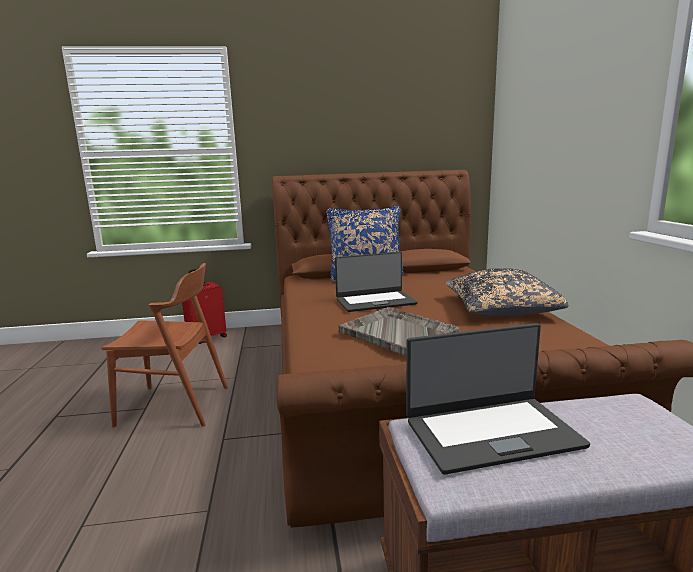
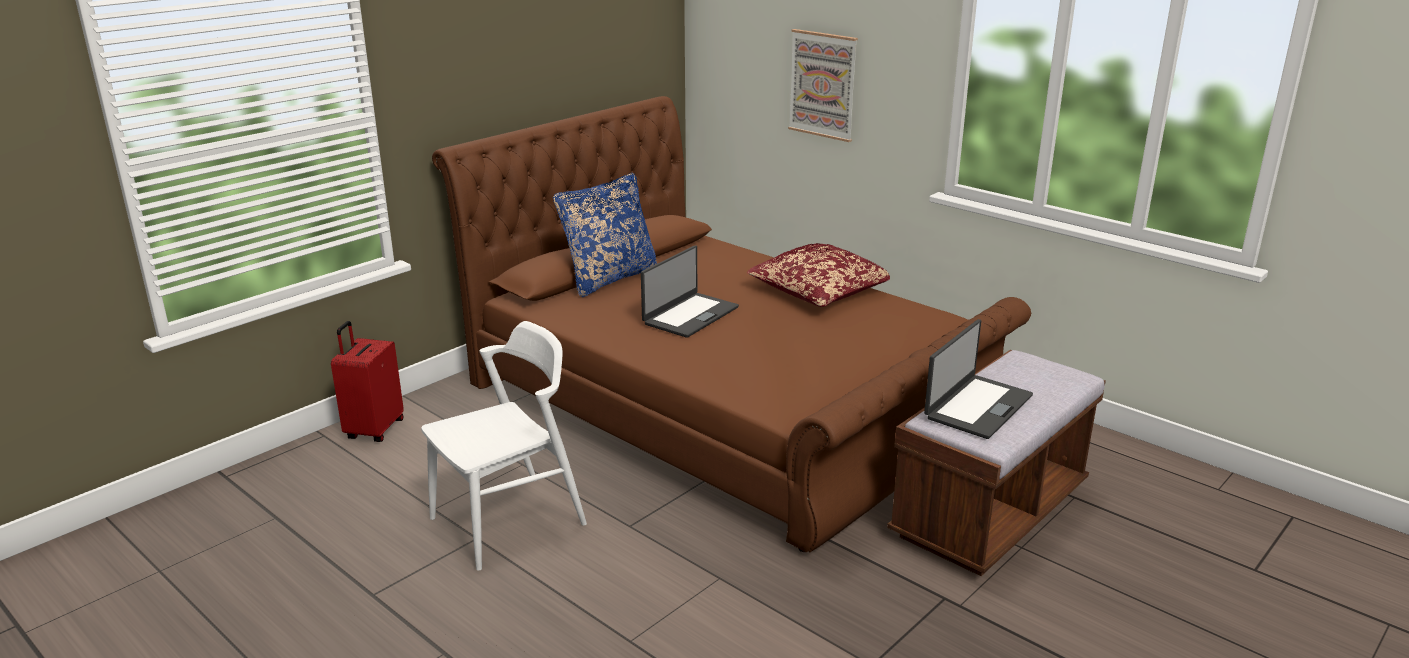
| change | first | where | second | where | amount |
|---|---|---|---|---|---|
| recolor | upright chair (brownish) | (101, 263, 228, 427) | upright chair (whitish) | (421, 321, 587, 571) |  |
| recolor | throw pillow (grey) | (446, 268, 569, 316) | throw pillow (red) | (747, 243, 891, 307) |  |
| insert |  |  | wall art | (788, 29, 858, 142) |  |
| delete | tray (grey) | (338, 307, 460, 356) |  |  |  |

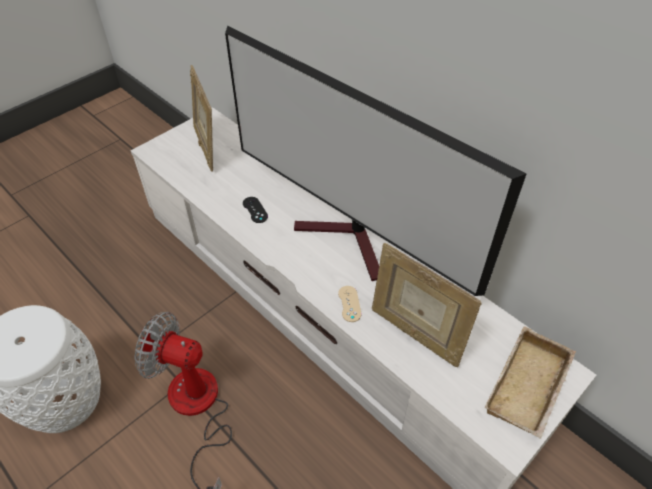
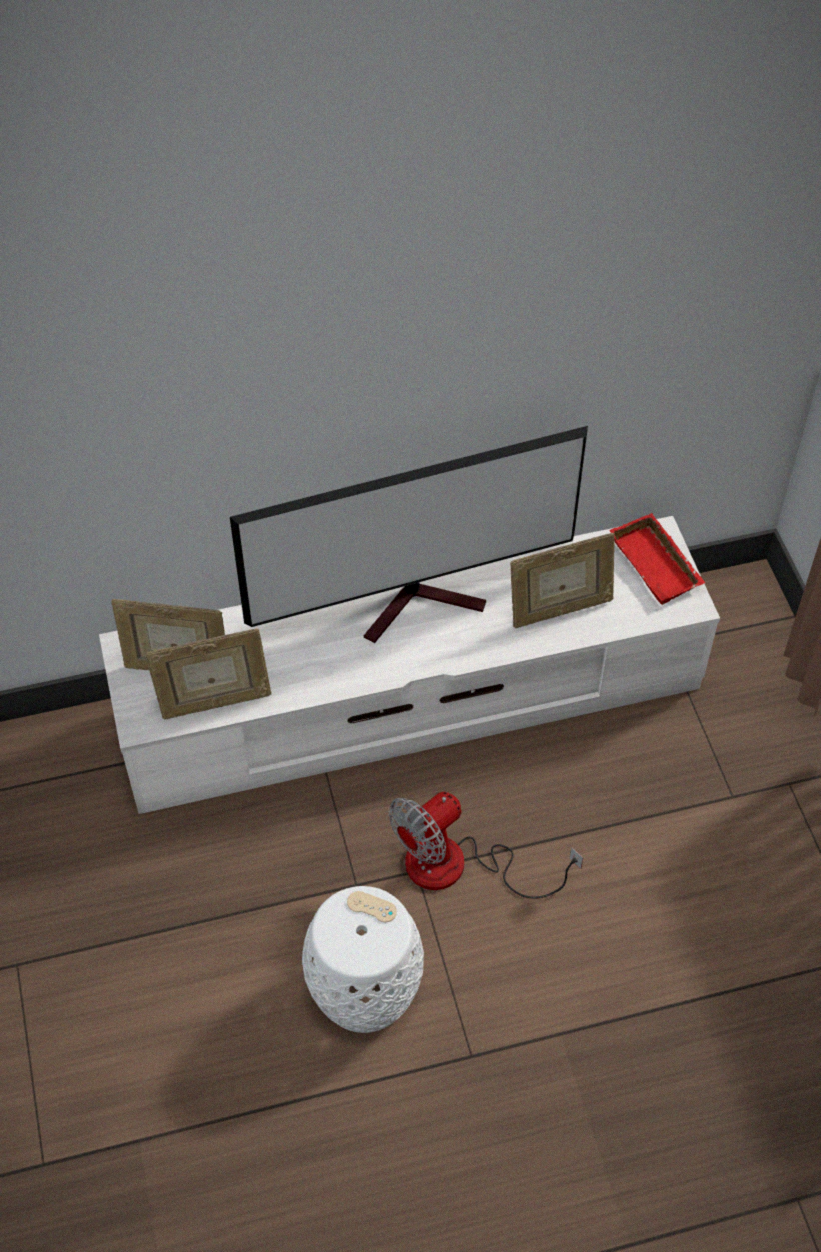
| change | first | where | second | where | amount |
|---|---|---|---|---|---|
| insert |  |  | photo frame | (145, 629, 272, 719) |  |
| move | game controller (beige) | (338, 286, 362, 322) |  | (347, 891, 397, 922) |  |
| recolor | tray (beige) | (485, 326, 576, 439) | tray (red) | (609, 513, 705, 605) |  |
| delete | game controller (black) | (243, 197, 268, 223) |  |  |  |

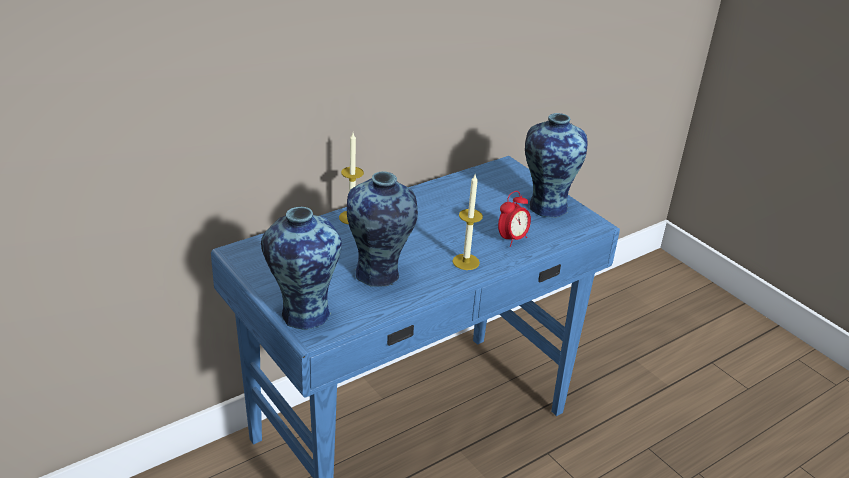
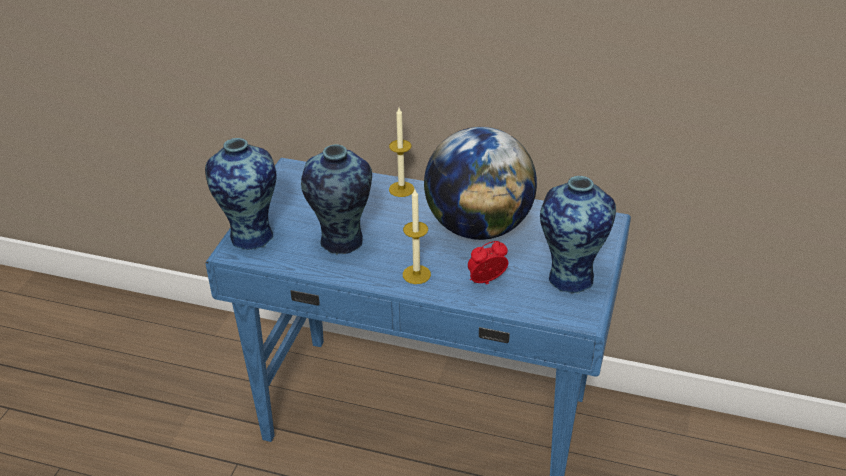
| change | first | where | second | where | amount |
|---|---|---|---|---|---|
| insert |  |  | globe | (424, 127, 537, 240) |  |
| rotate | table clock | (498, 191, 531, 247) |  | (468, 241, 508, 284) | 150 degrees clockwise |

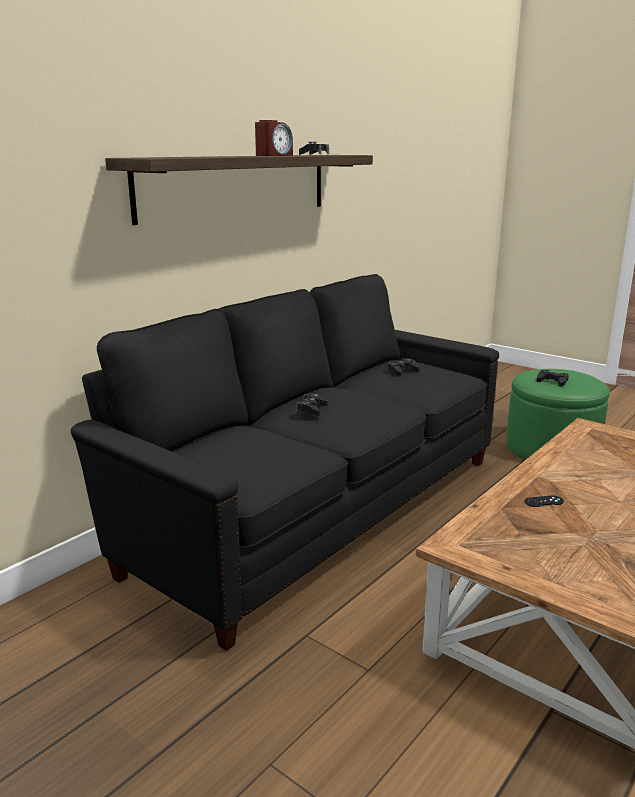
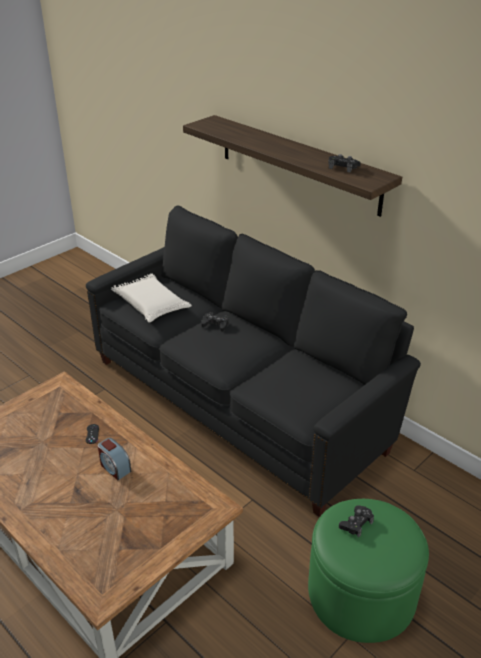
| change | first | where | second | where | amount |
|---|---|---|---|---|---|
| move | table clock | (255, 120, 293, 156) |  | (98, 438, 131, 480) |  |
| insert |  |  | throw pillow (whitish) | (111, 274, 192, 323) |  |
| delete | game controller (black) | (387, 358, 419, 376) |  |  |  |

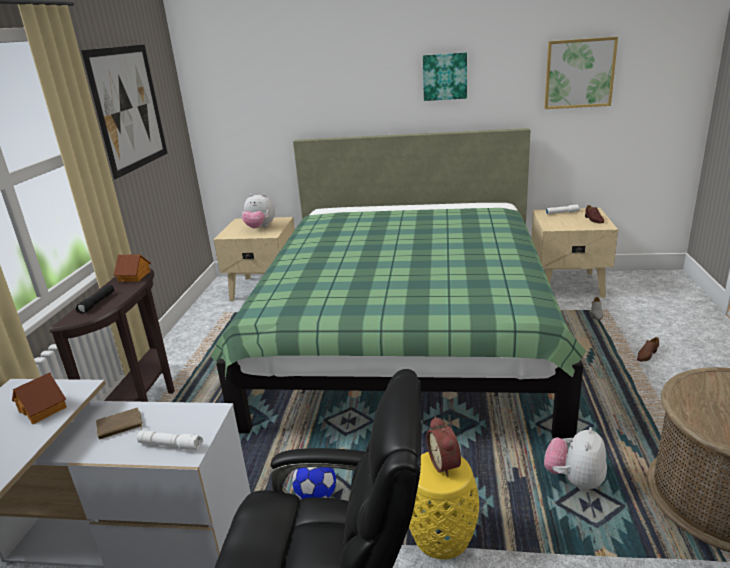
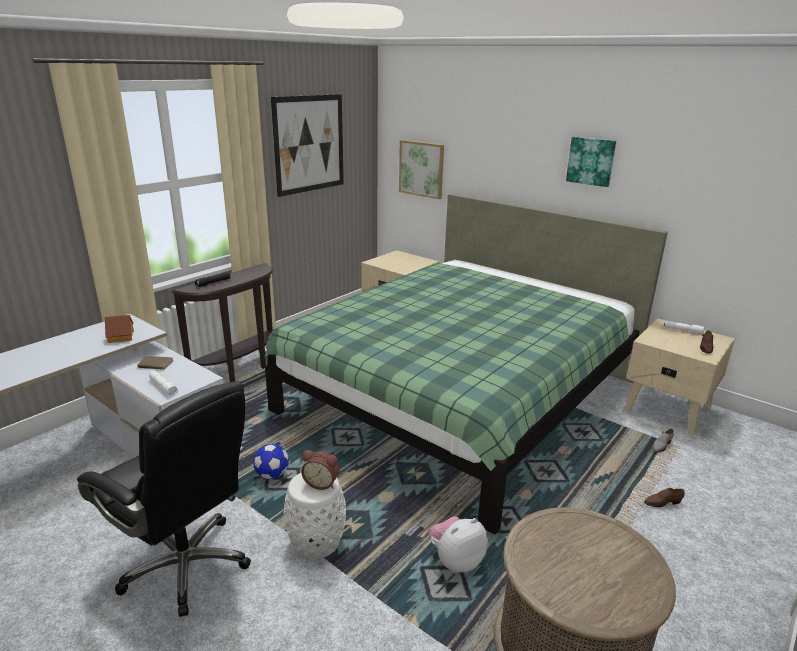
| change | first | where | second | where | amount |
|---|---|---|---|---|---|
| recolor | sitting stool (yellow) | (409, 452, 479, 559) | sitting stool (whitish) | (284, 473, 346, 559) |  |
| rotate | table clock | (426, 416, 461, 477) |  | (301, 450, 340, 490) | 90 degrees counterclockwise |
| move | wall art | (544, 37, 618, 109) |  | (399, 140, 444, 199) |  |
| delete | miniature house | (114, 254, 151, 282) |  |  |  |
| delete | soft toy | (242, 194, 275, 228) |  |  |  |

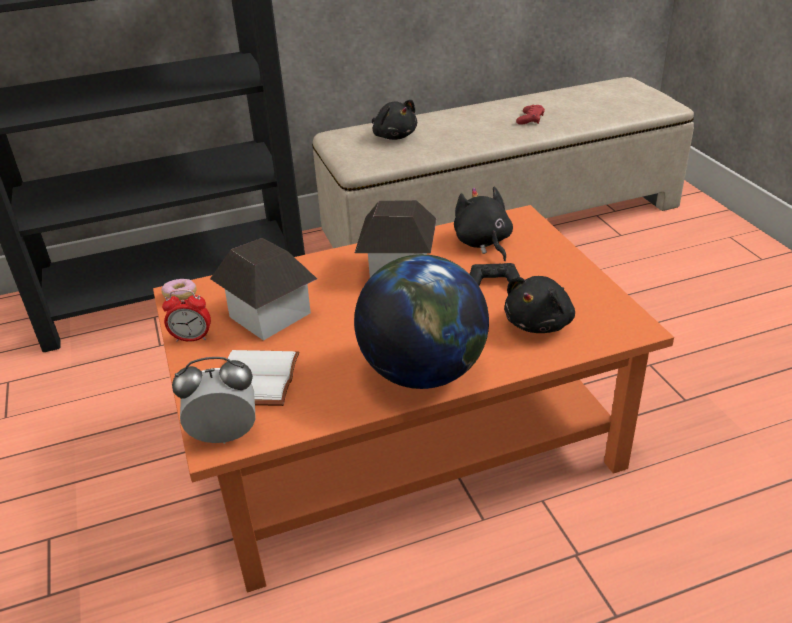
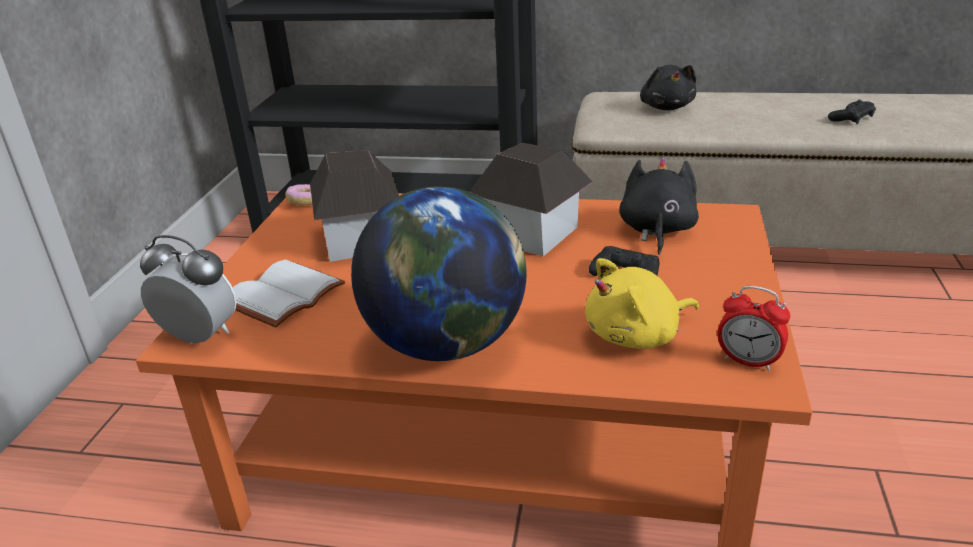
| change | first | where | second | where | amount |
|---|---|---|---|---|---|
| recolor | soft toy (black) | (504, 276, 575, 333) | soft toy (yellow) | (585, 258, 699, 349) |  |
| move | table clock | (162, 289, 211, 342) |  | (717, 286, 790, 371) |  |
| recolor | game controller (red) | (516, 105, 545, 125) | game controller (black) | (828, 100, 876, 124) |  |

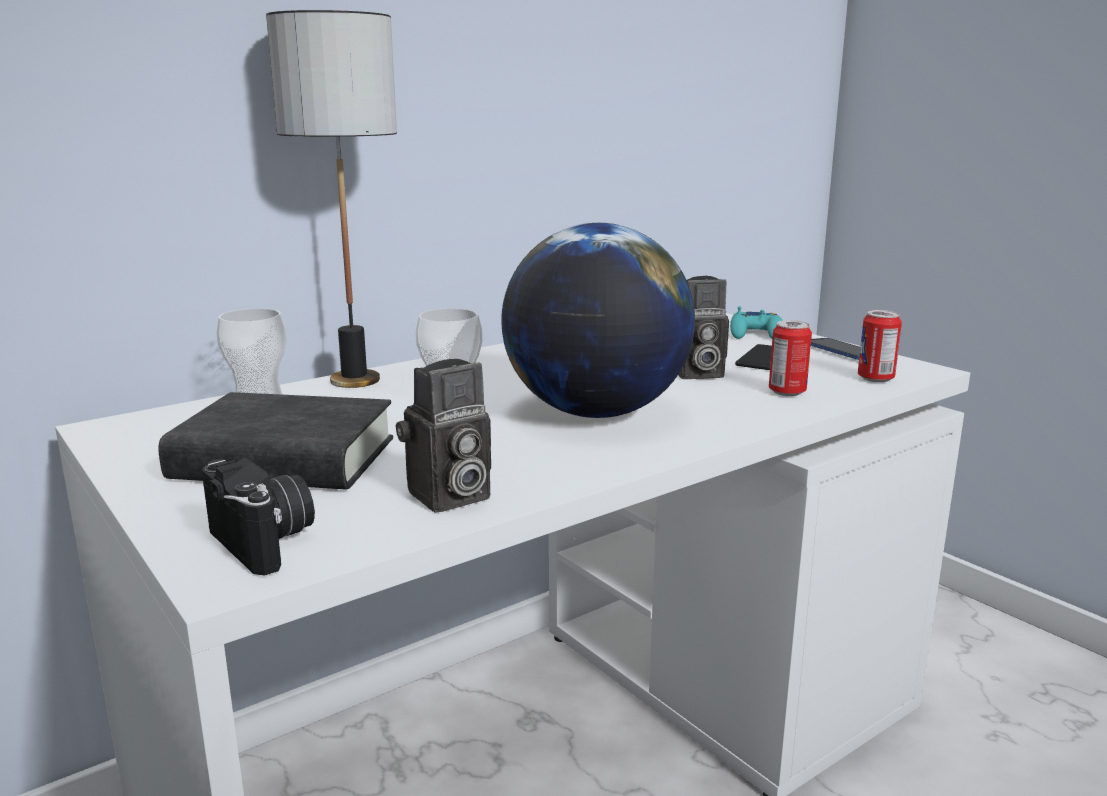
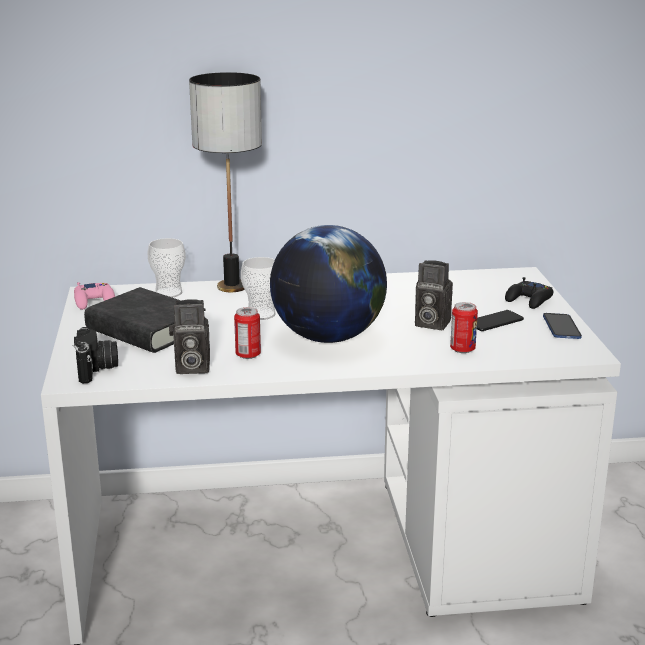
| change | first | where | second | where | amount |
|---|---|---|---|---|---|
| insert |  |  | game controller (pinkish) | (74, 282, 115, 310) |  |
| move | metal can | (858, 310, 902, 382) |  | (234, 307, 261, 359) |  |
| recolor | game controller (turquoise) | (730, 307, 783, 339) | game controller (black) | (505, 277, 553, 309) |  |

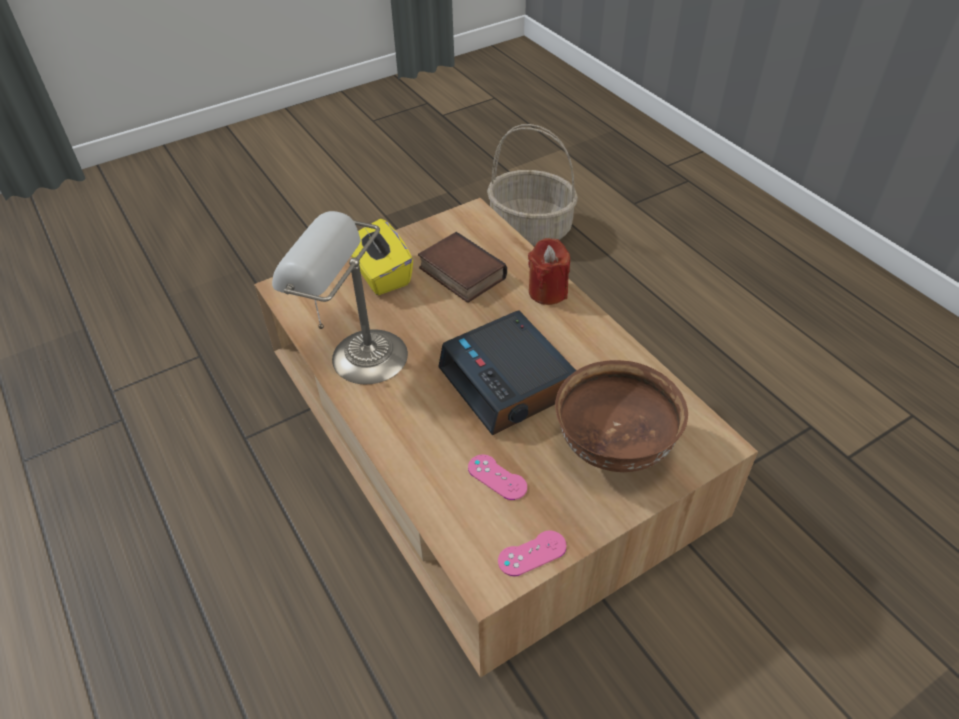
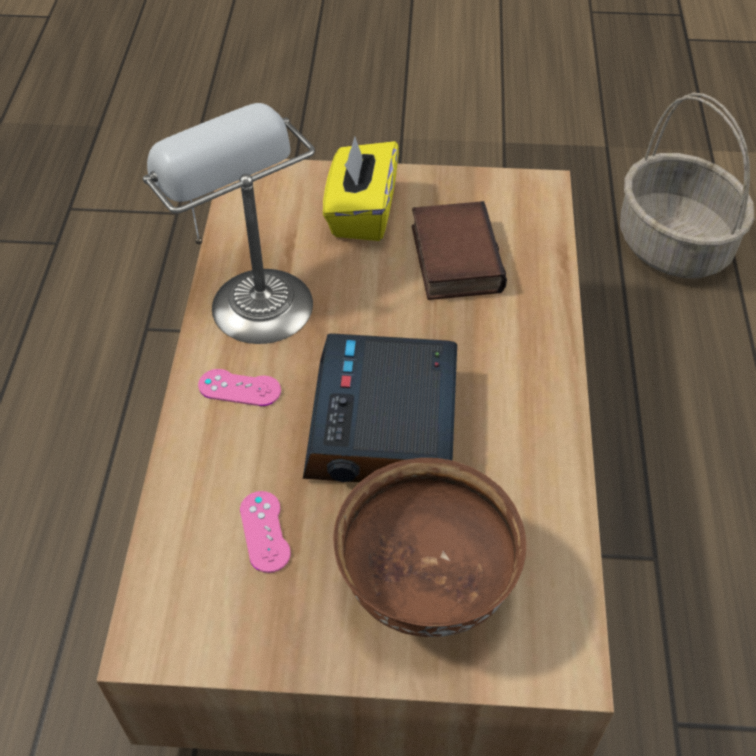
| change | first | where | second | where | amount |
|---|---|---|---|---|---|
| move | game controller (pinkish) | (498, 531, 567, 576) |  | (198, 369, 281, 406) |  |
| delete | wax light (red) | (528, 238, 570, 305) |  |  |  |

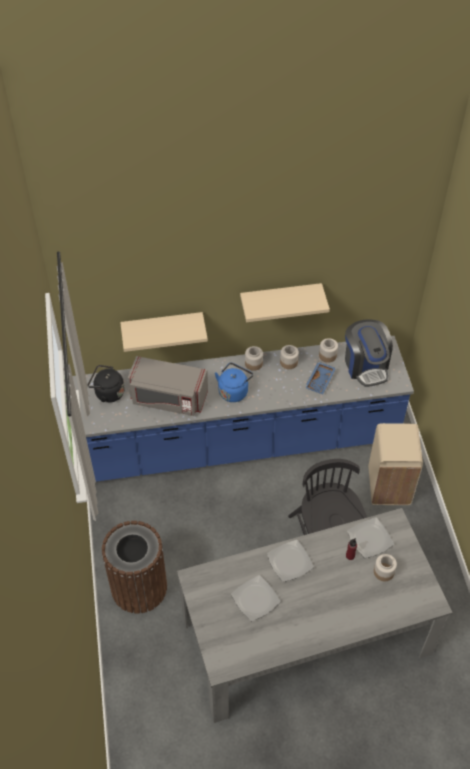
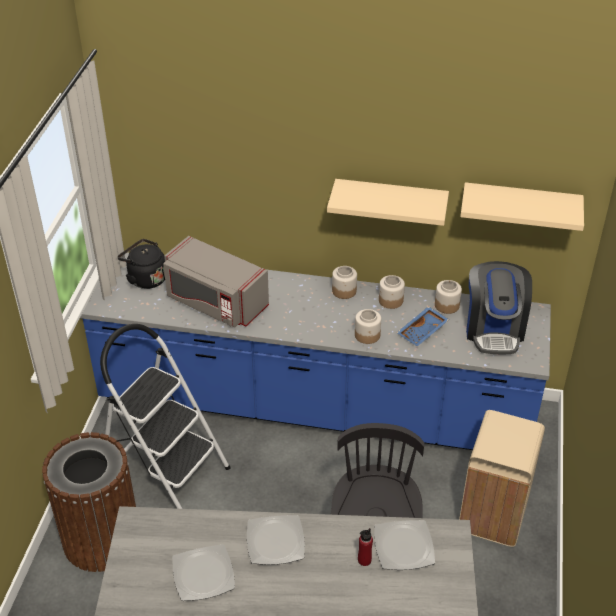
| change | first | where | second | where | amount |
|---|---|---|---|---|---|
| insert |  |  | step stool | (100, 324, 231, 509) |  |
| move | preserve jar | (374, 554, 397, 582) |  | (355, 309, 381, 344) |  |
| move | shelf (beige) | (120, 312, 208, 352) |  | (460, 182, 584, 231) |  |
| delete | tea kettle (blue-coloured) | (215, 363, 253, 402) |  |  |  |

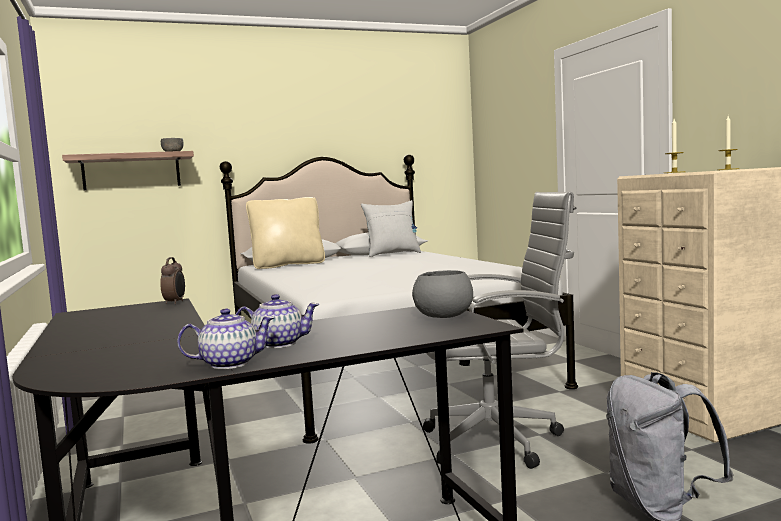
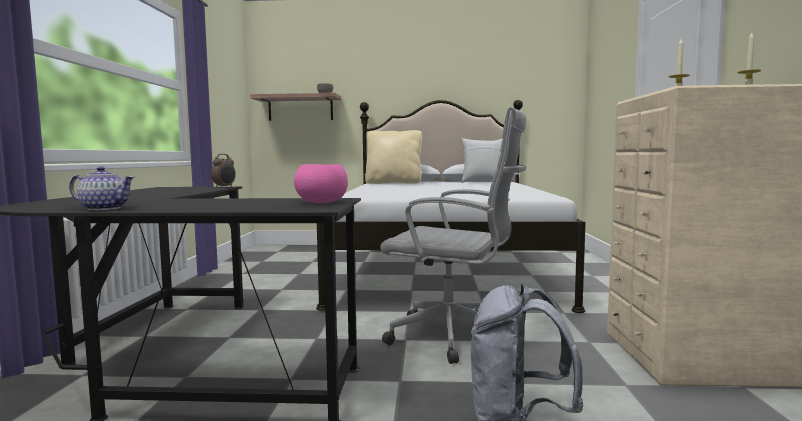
| change | first | where | second | where | amount |
|---|---|---|---|---|---|
| recolor | deep dish (grey) | (412, 270, 473, 318) | deep dish (pinkish) | (294, 164, 348, 203) |  |
| delete | teapot | (235, 294, 319, 348) |  |  |  |

